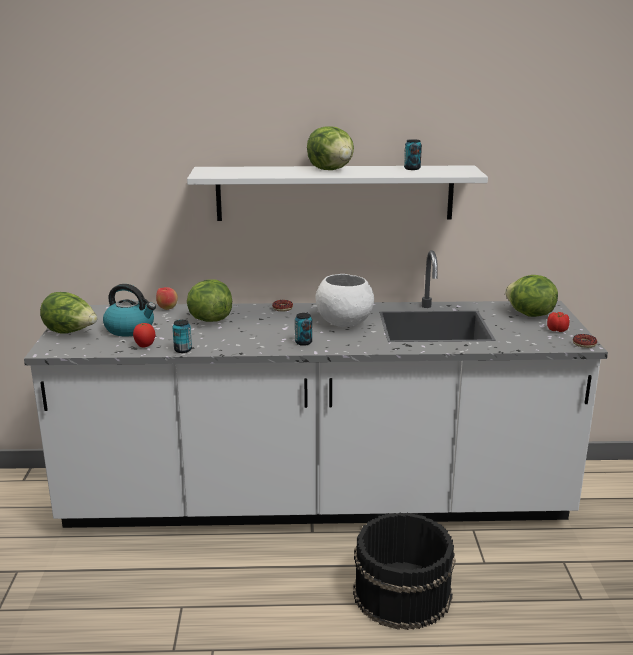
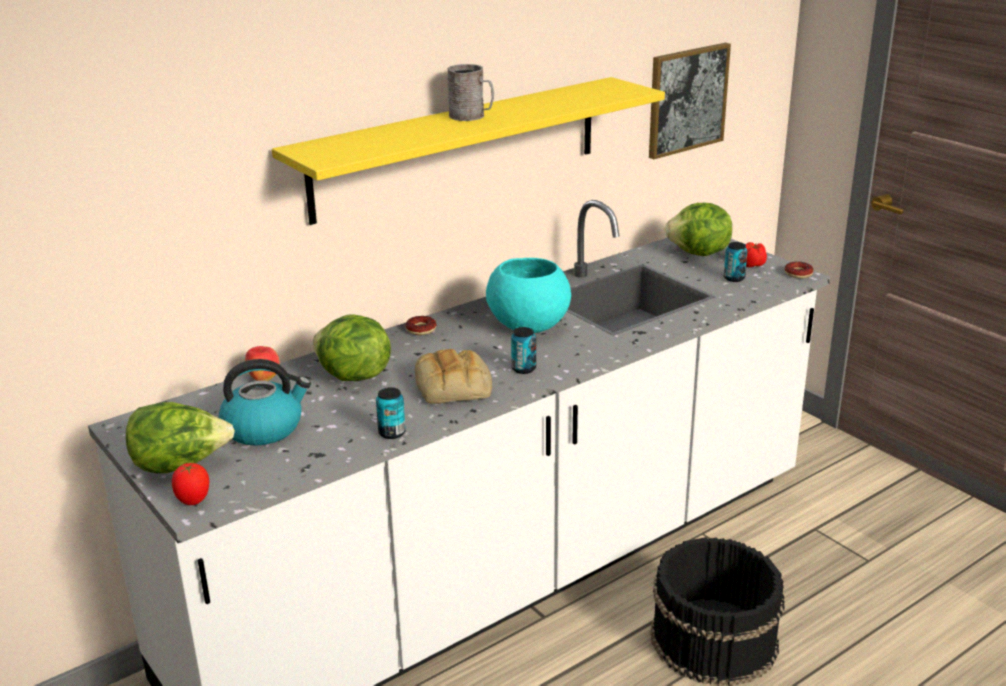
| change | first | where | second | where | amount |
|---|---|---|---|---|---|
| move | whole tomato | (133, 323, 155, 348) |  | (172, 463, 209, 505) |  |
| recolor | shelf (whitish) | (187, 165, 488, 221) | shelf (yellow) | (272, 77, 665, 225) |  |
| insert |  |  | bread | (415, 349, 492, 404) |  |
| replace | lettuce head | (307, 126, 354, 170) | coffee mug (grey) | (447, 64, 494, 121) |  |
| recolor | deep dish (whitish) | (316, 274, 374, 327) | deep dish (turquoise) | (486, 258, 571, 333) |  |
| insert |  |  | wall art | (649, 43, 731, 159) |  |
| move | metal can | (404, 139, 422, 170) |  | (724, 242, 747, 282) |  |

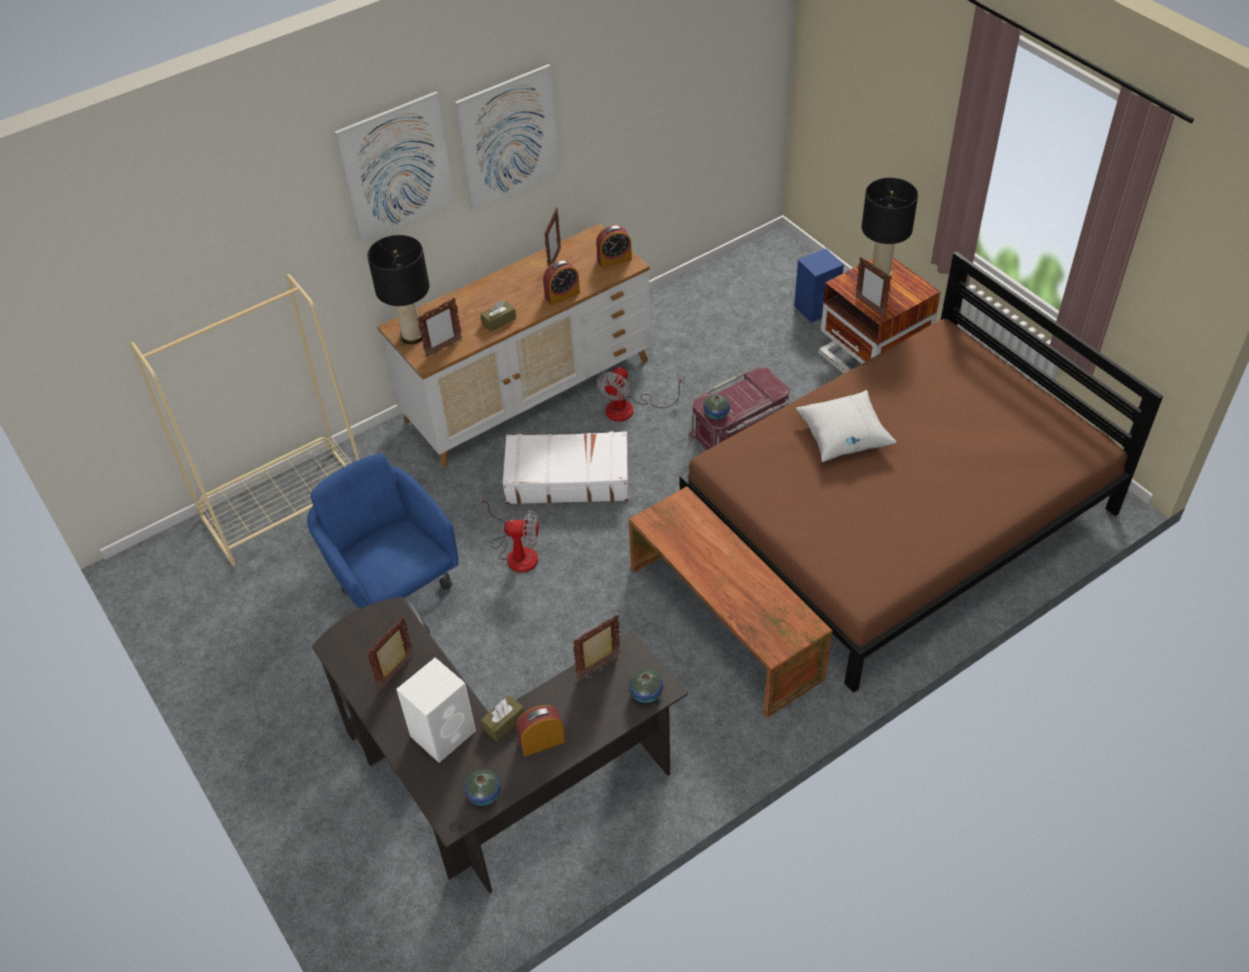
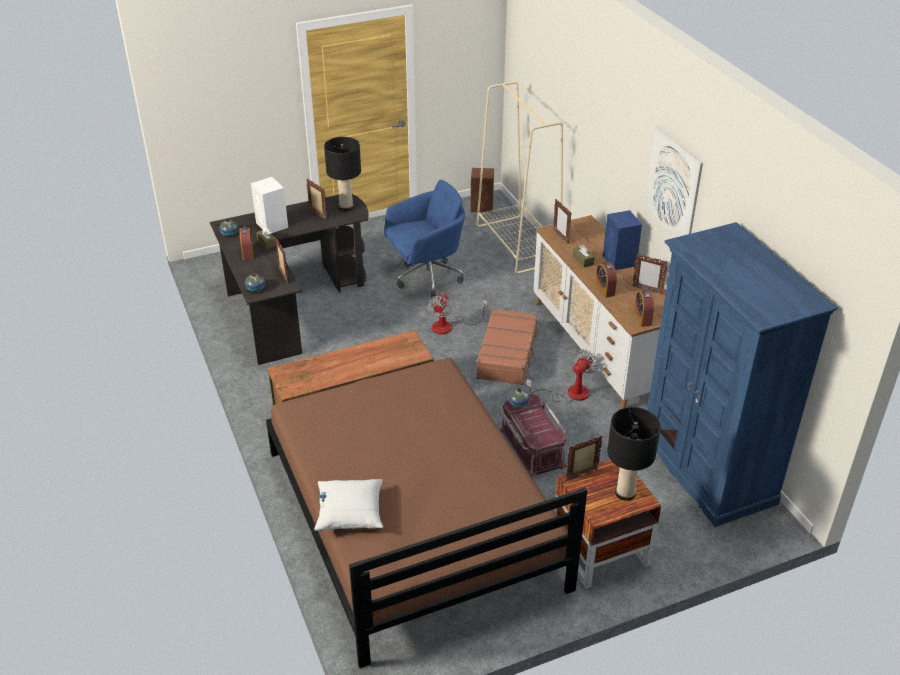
| change | first | where | second | where | amount |
|---|---|---|---|---|---|
| move | throw pillow (grey) | (796, 390, 897, 462) |  | (315, 479, 383, 531) |  |
| move | lamp for a table (black) | (367, 235, 429, 344) |  | (324, 137, 361, 211) |  |
| insert |  |  | audio speaker (brownish) | (470, 168, 494, 213) |  |
| recolor | travel case (whitish) | (502, 431, 628, 505) | travel case (brownish) | (476, 308, 540, 385) |  |
| rotate | fan | (597, 367, 684, 421) |  | (526, 349, 598, 402) | 90 degrees clockwise |
| move | audio speaker (blue-coloured) | (794, 248, 844, 323) |  | (603, 210, 642, 270) |  |
| insert |  |  | wardrobe (blue-coloured) | (647, 222, 838, 527) |  |
| delete | wall art | (334, 91, 455, 242) |  |  |  |

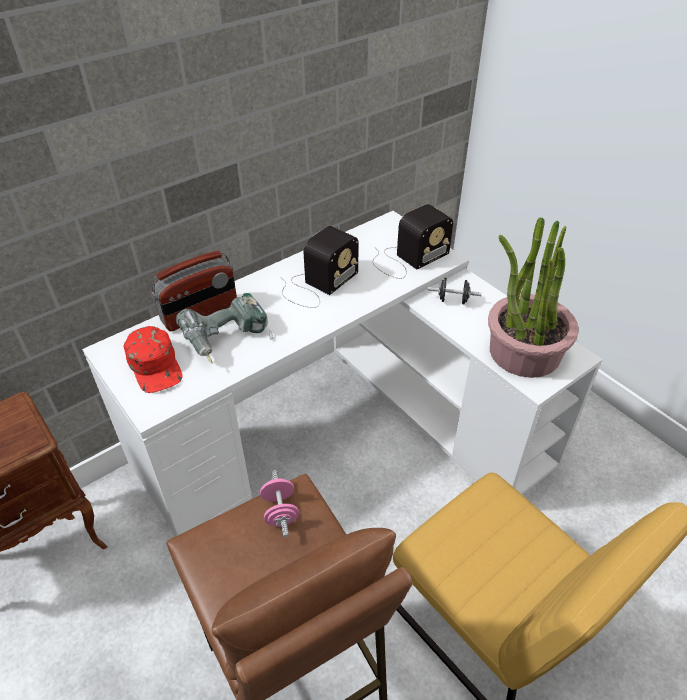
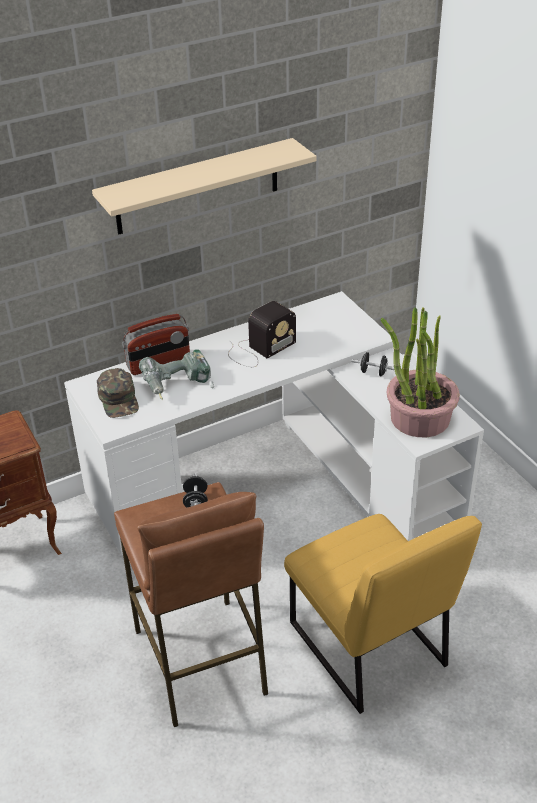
| change | first | where | second | where | amount |
|---|---|---|---|---|---|
| insert |  |  | shelf (beige) | (92, 138, 317, 234) |  |
| recolor | cap (red) | (123, 326, 183, 393) | cap (green-coloured) | (97, 368, 139, 418) |  |
| recolor | free weight (pinkish) | (260, 470, 299, 537) | free weight (black) | (183, 473, 208, 508) |  |
| delete | radio set | (373, 204, 453, 279) |  |  |  |

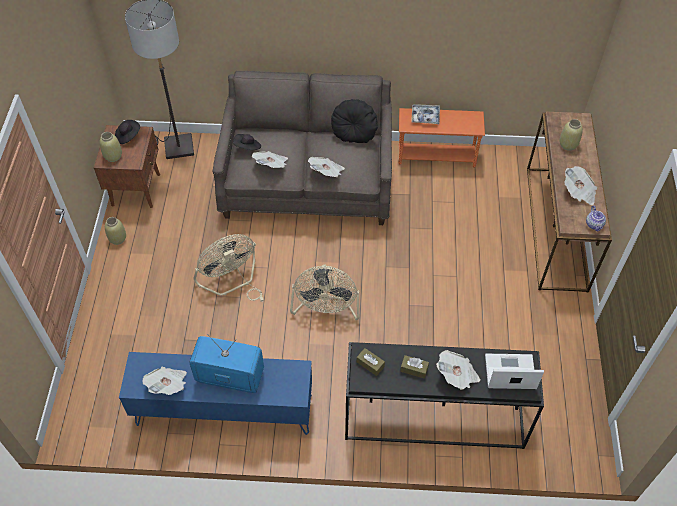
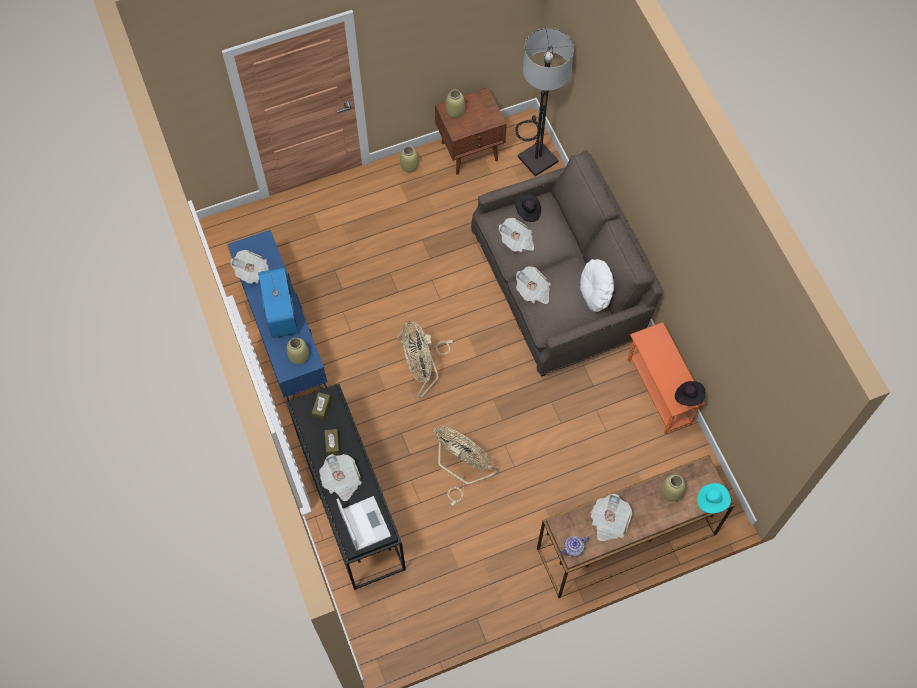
| change | first | where | second | where | amount |
|---|---|---|---|---|---|
| insert |  |  | vase (beige) | (287, 338, 309, 365) |  |
| move | fan (beige) | (194, 234, 264, 302) |  | (433, 426, 498, 507) |  |
| recolor | throw pillow (black) | (331, 99, 378, 143) | throw pillow (whitish) | (580, 259, 614, 312) |  |
| move | clothing hat (black) | (115, 120, 140, 144) |  | (675, 381, 705, 406) |  |
| insert |  |  | clothing hat (turquoise) | (697, 483, 731, 513) |  |
| delete | tray | (411, 104, 440, 124) |  |  |  |

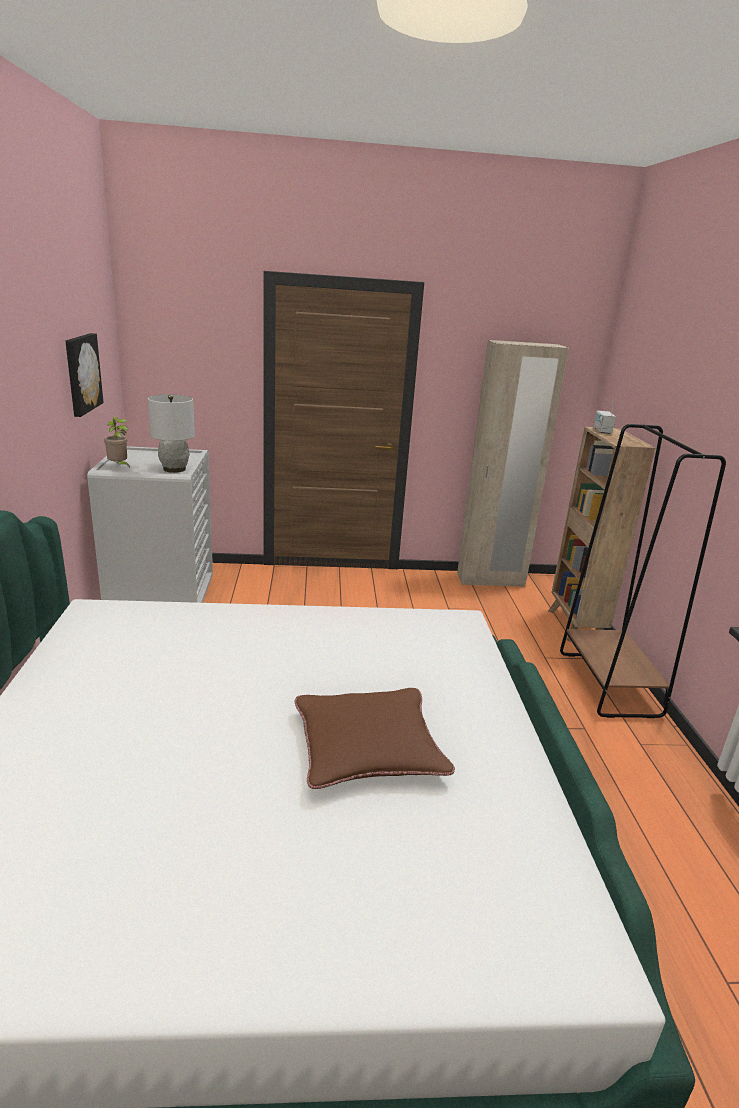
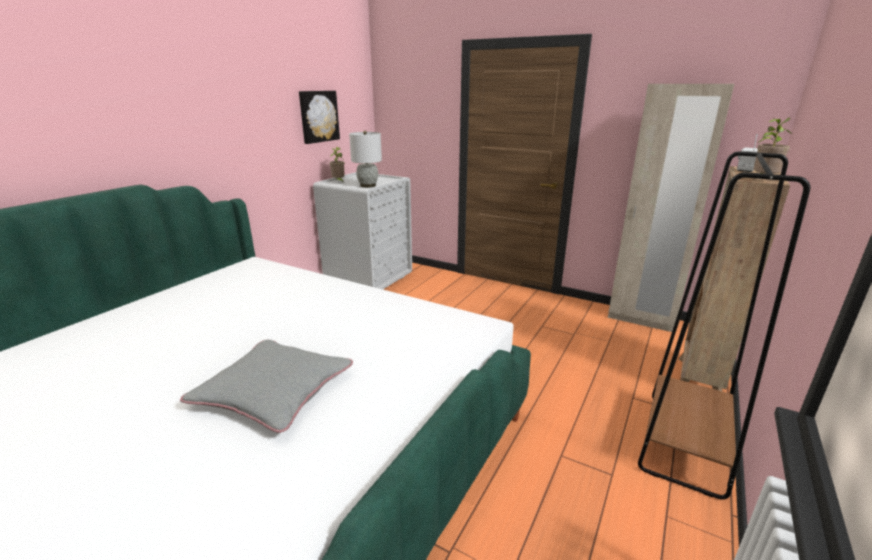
| change | first | where | second | where | amount |
|---|---|---|---|---|---|
| recolor | throw pillow (brownish) | (295, 688, 455, 789) | throw pillow (grey) | (180, 340, 353, 433) |  |
| insert |  |  | potted plant | (753, 118, 792, 174) |  |

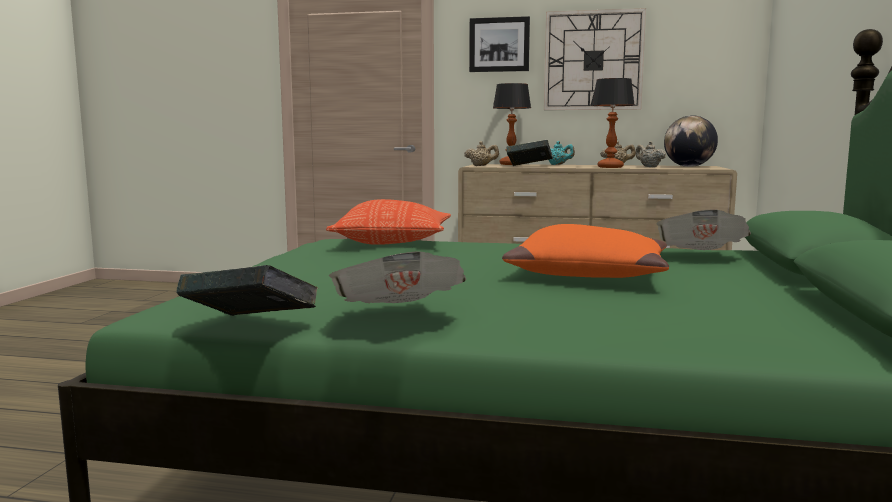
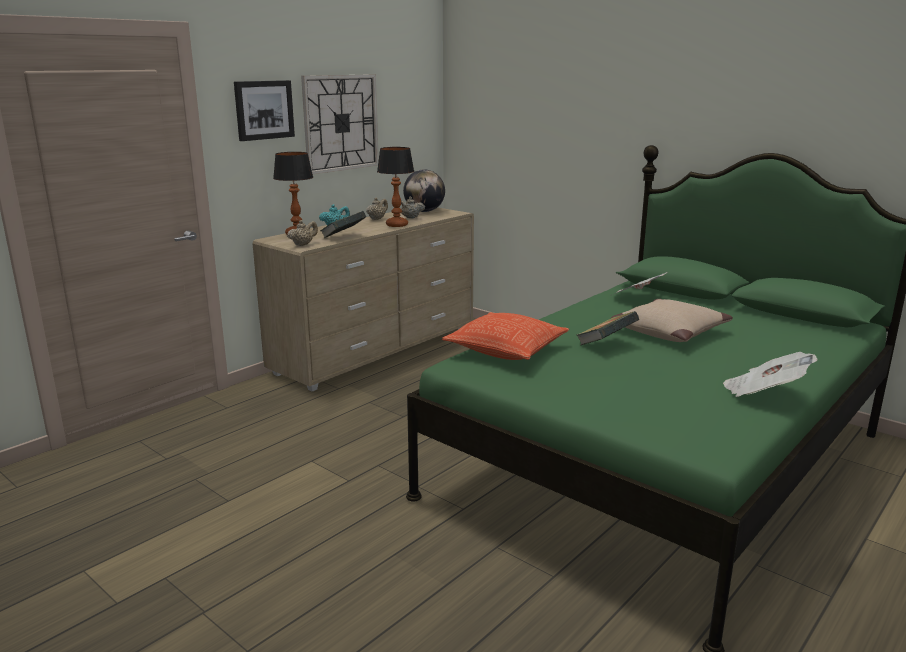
| change | first | where | second | where | amount |
|---|---|---|---|---|---|
| move | book | (176, 265, 318, 316) |  | (576, 311, 639, 345) |  |
| recolor | throw pillow (orange-coloured) | (502, 224, 669, 278) | throw pillow (beige) | (610, 299, 733, 342) |  |

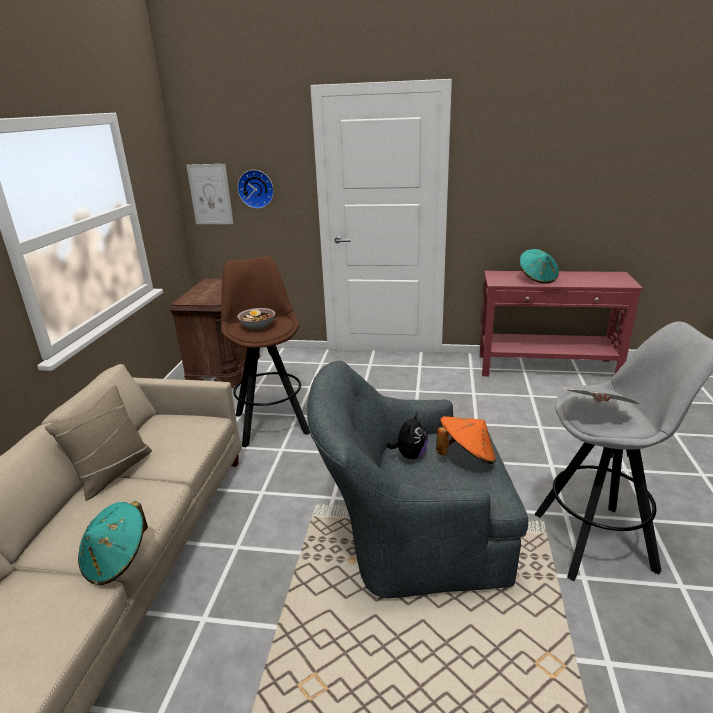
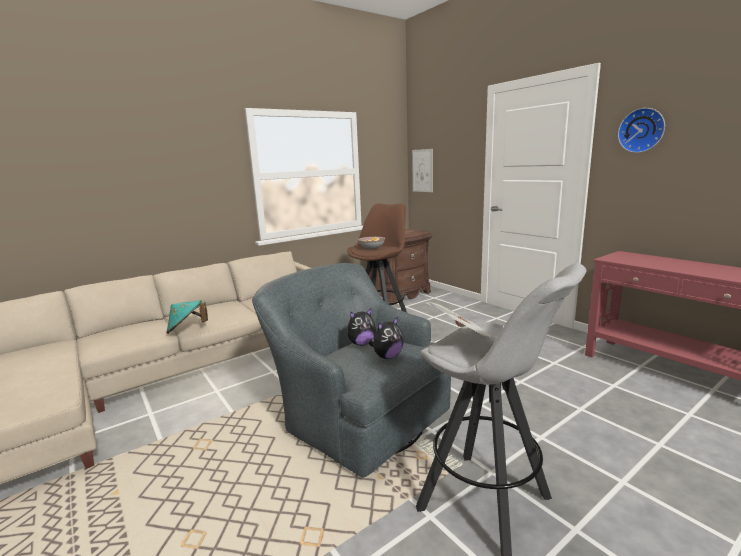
| change | first | where | second | where | amount |
|---|---|---|---|---|---|
| replace | clothing hat (orange-coloured) | (436, 416, 496, 464) | soft toy | (369, 317, 403, 359) |  |
| move | wall clock | (237, 170, 274, 209) |  | (618, 108, 665, 153) |  |
| delete | throw pillow (beige) | (45, 386, 152, 501) |  |  |  |
| delete | clothing hat (turquoise) | (519, 249, 559, 283) |  |  |  |

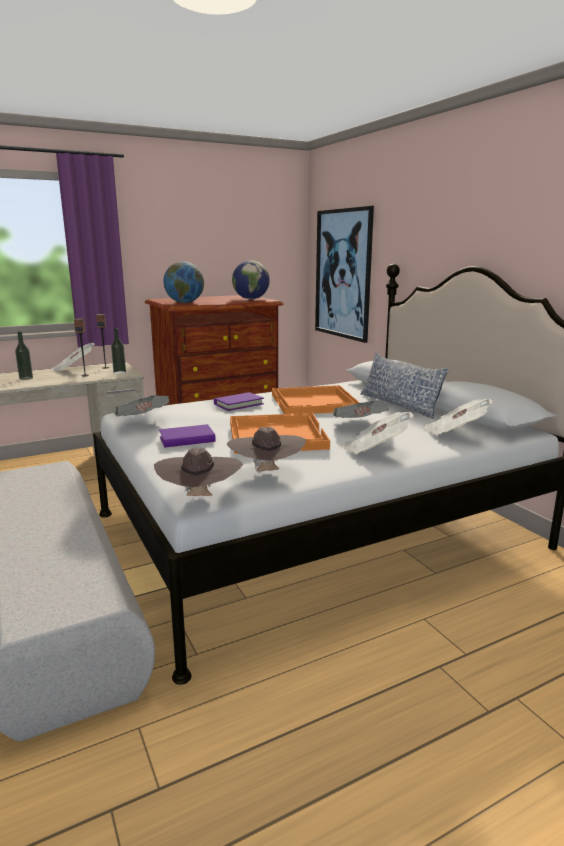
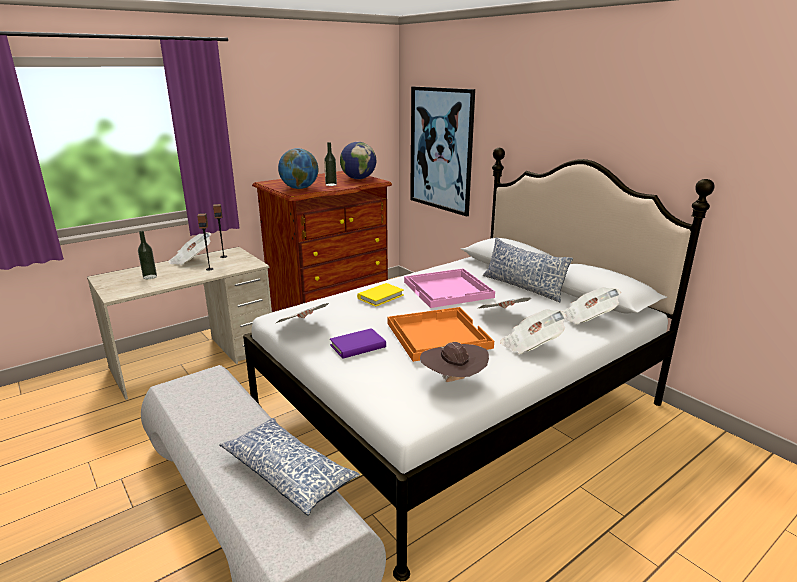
| change | first | where | second | where | amount |
|---|---|---|---|---|---|
| insert |  |  | throw pillow | (219, 418, 360, 516) |  |
| move | bottle | (111, 328, 126, 374) |  | (324, 142, 337, 186) |  |
| recolor | book (purple-coloured) | (214, 392, 264, 411) | book (yellow) | (357, 283, 404, 307) |  |
| recolor | tray (orange-coloured) | (272, 385, 360, 414) | tray (pinkish) | (404, 268, 495, 308) |  |
| delete | clothing hat (brownish) | (154, 448, 243, 496) |  |  |  |

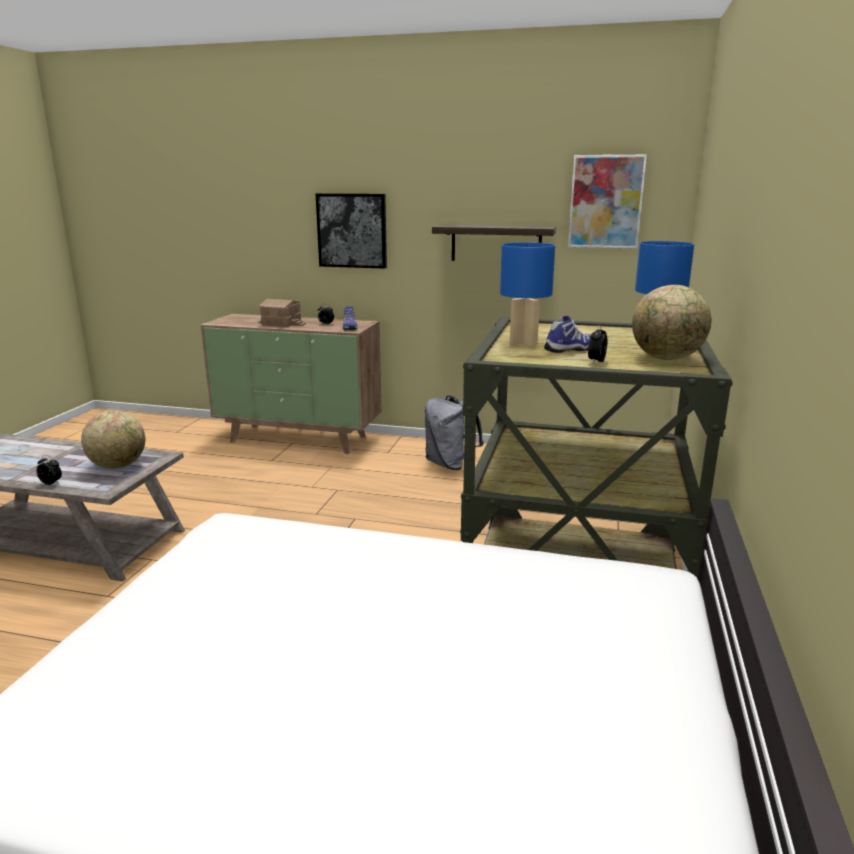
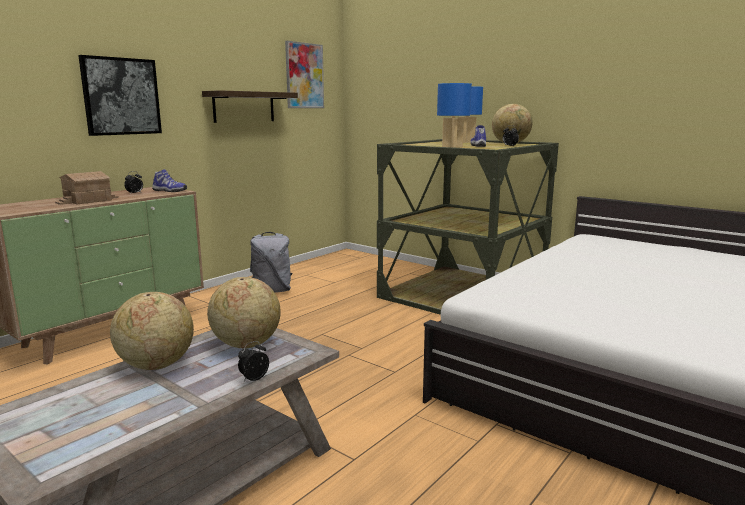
| change | first | where | second | where | amount |
|---|---|---|---|---|---|
| insert |  |  | globe | (110, 292, 194, 370) |  |

